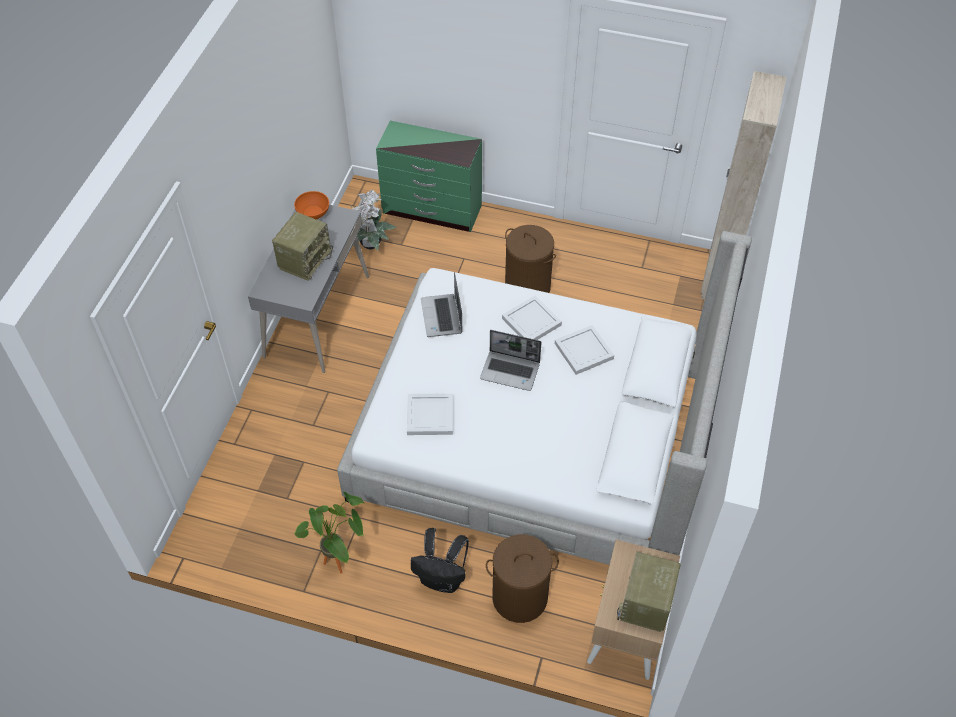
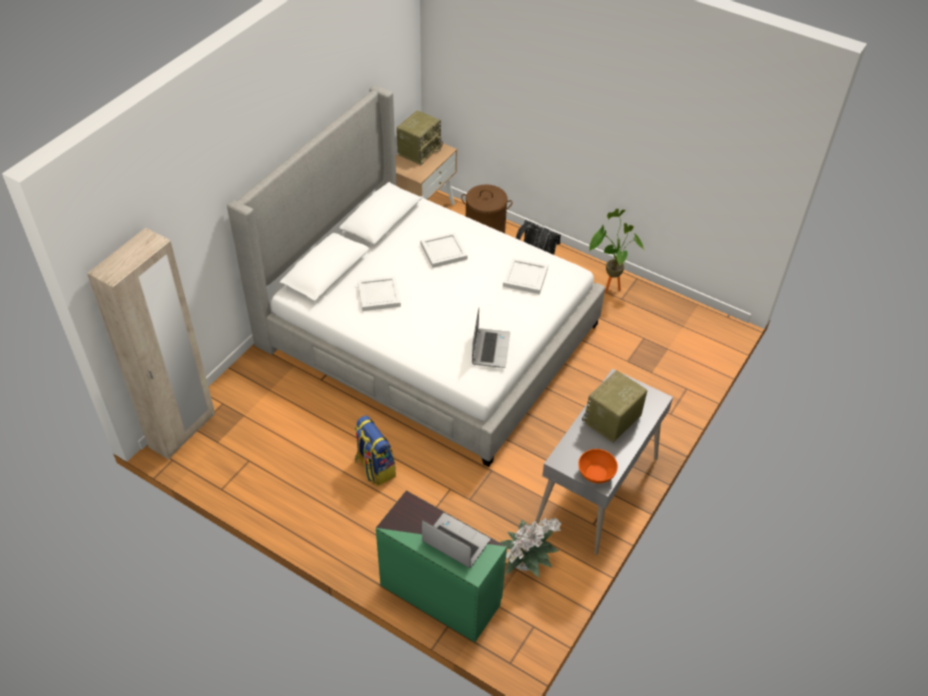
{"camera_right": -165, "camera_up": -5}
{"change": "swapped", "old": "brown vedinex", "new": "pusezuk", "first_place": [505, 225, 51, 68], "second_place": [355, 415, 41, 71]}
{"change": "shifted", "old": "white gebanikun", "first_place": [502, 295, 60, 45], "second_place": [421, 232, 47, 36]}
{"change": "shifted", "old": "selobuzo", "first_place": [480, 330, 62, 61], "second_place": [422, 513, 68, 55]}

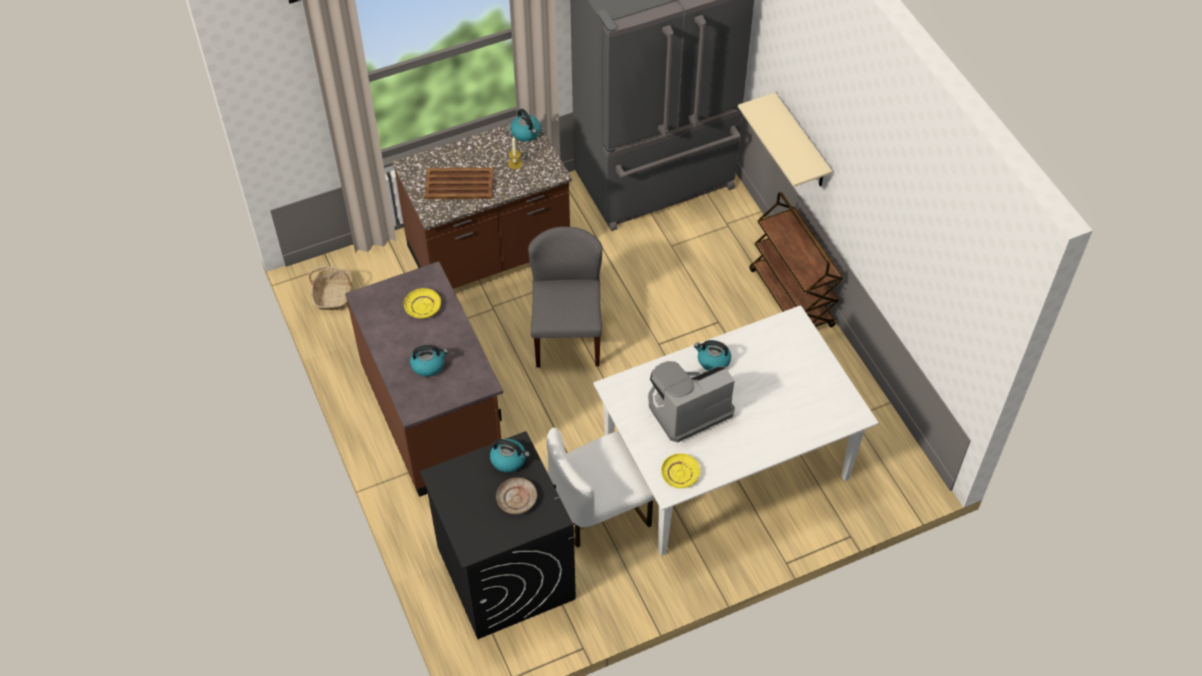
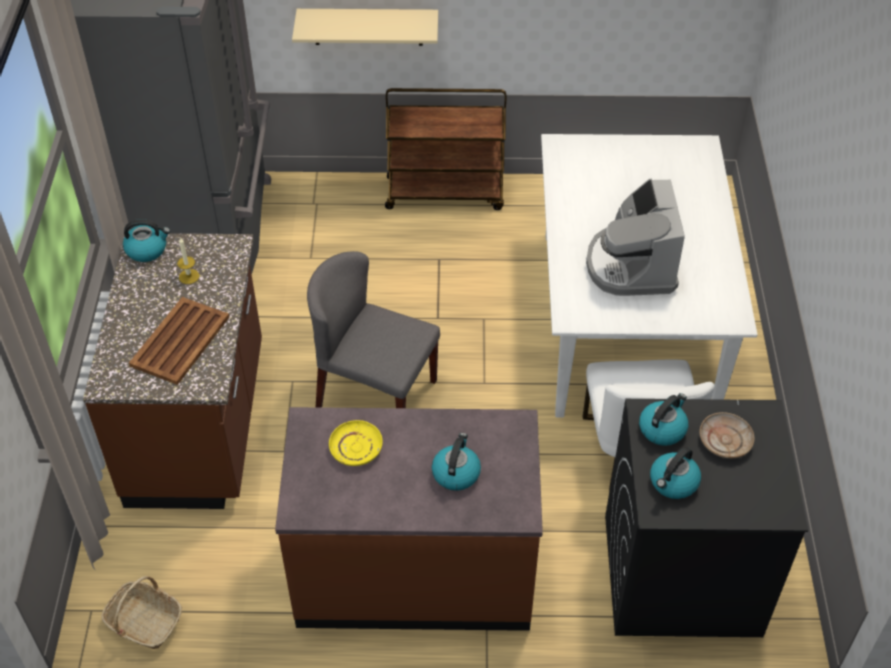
{"camera_right": -65, "camera_up": -5}
{"change": "shifted", "old": "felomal", "first_place": [694, 340, 37, 30], "second_place": [650, 447, 51, 52]}
{"change": "gone", "old": "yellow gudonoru", "first_place": [661, 453, 39, 35]}

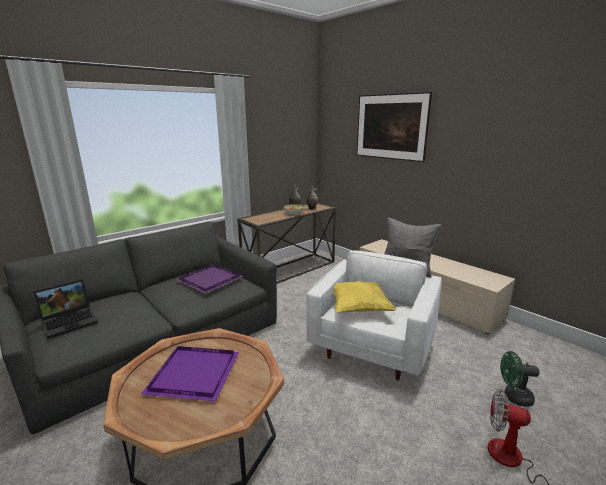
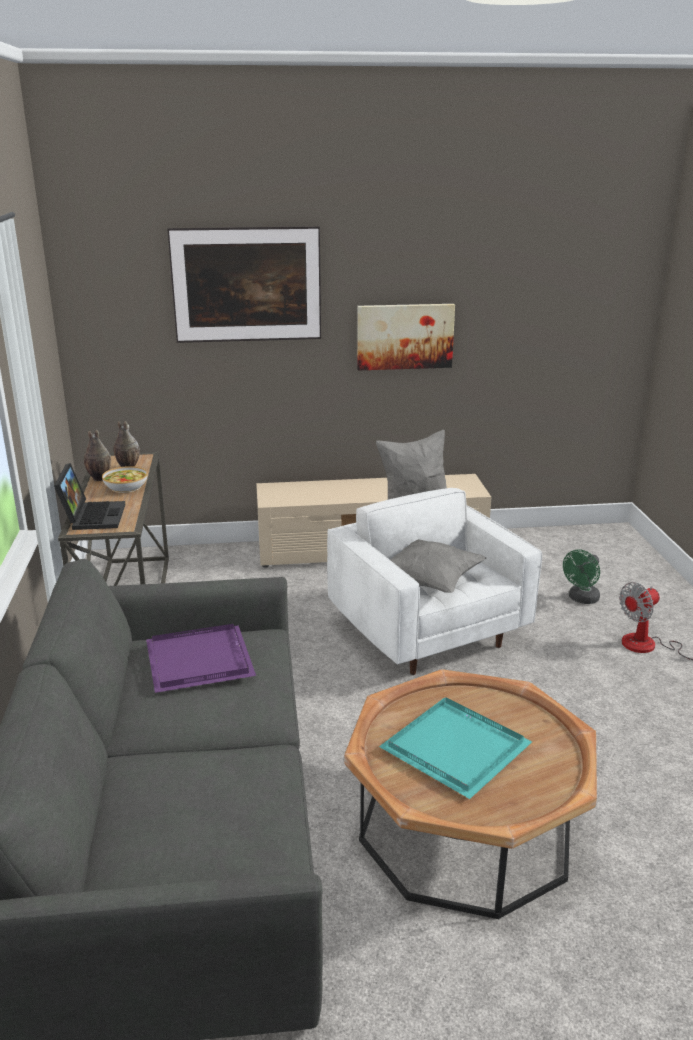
{"camera_right": -55, "camera_up": 5}
{"change": "shifted", "old": "selobuzo", "first_place": [33, 279, 65, 60], "second_place": [54, 463, 71, 67]}
{"change": "repainted", "old": "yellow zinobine", "new": "grey zinobine", "first_place": [333, 281, 64, 32], "second_place": [390, 539, 96, 54]}
{"change": "repainted", "old": "purple gebanikun", "new": "turquoise gebanikun", "first_place": [141, 346, 98, 56], "second_place": [379, 697, 153, 102]}
{"change": "new", "new": "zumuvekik", "second_place": [357, 304, 98, 66]}

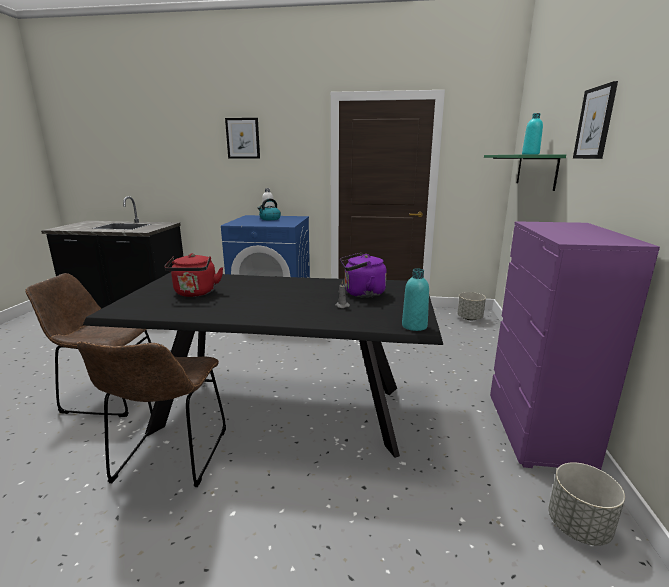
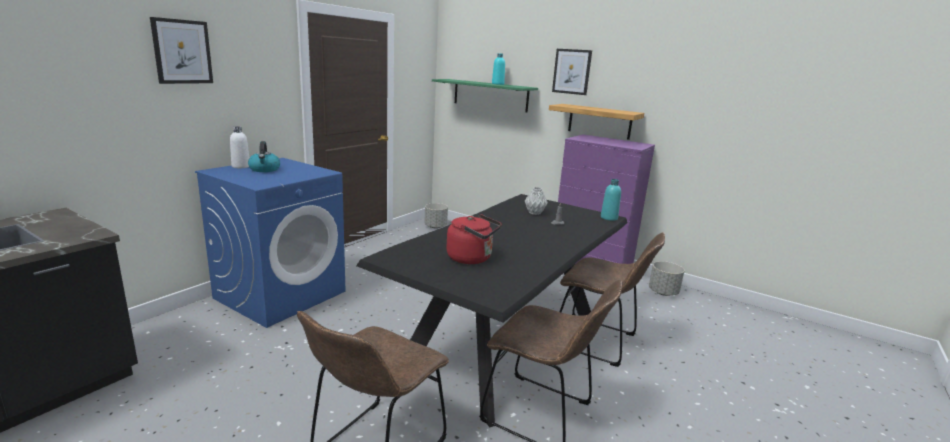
{"camera_right": -65, "camera_up": 0}
{"change": "swapped", "old": "purple felomal", "new": "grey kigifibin", "first_place": [340, 253, 46, 45], "second_place": [525, 187, 23, 28]}
{"change": "new", "new": "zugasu", "second_place": [549, 104, 95, 36]}
{"change": "new", "new": "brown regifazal", "second_place": [559, 233, 106, 134]}

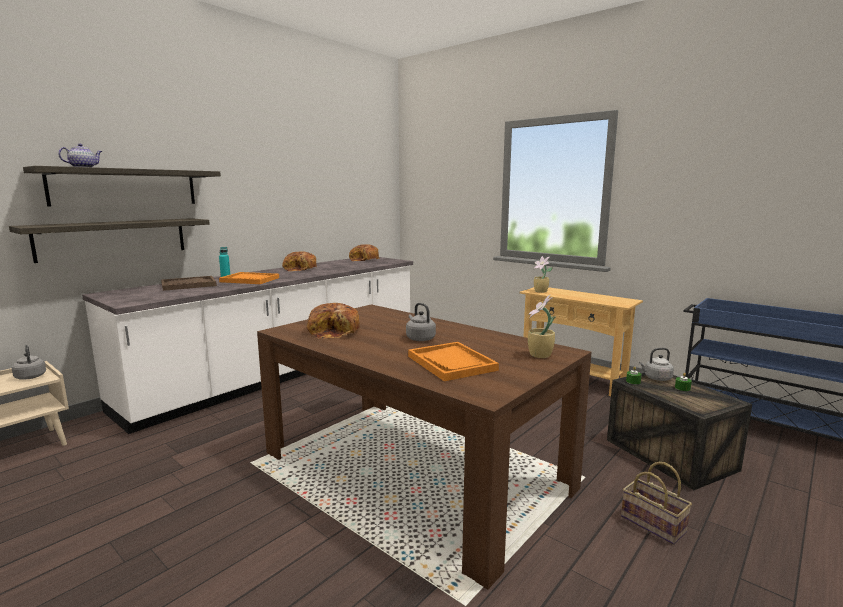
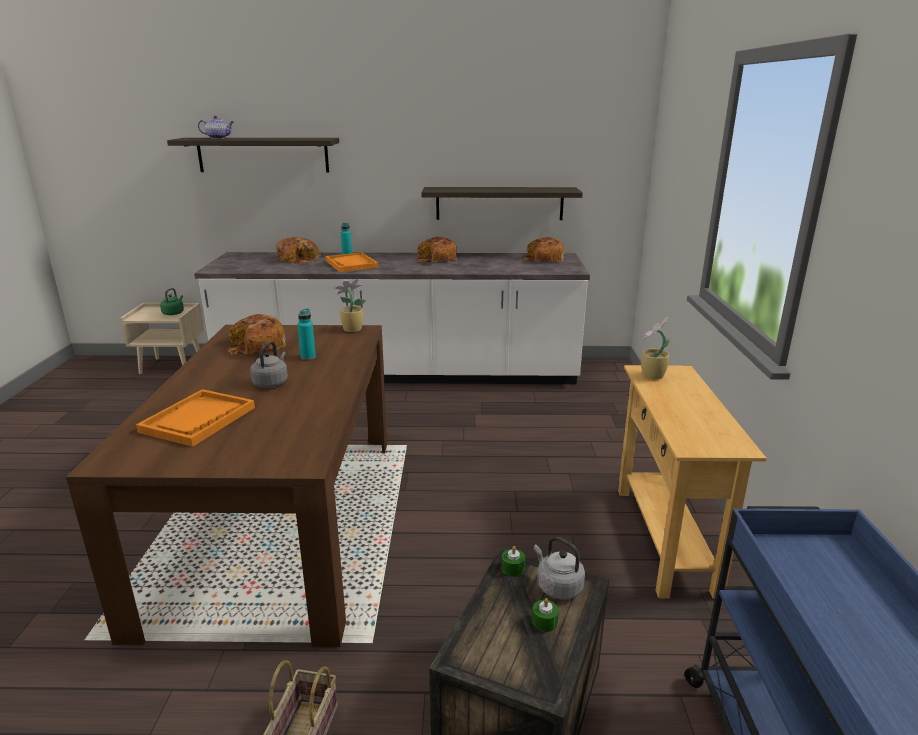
{"camera_right": 50, "camera_up": 10}
{"change": "shifted", "old": "zugasu", "first_place": [9, 218, 201, 45], "second_place": [422, 187, 161, 33]}
{"change": "swapped", "old": "brown gebanikun", "new": "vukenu", "first_place": [161, 276, 56, 15], "second_place": [276, 237, 46, 27]}
{"change": "shifted", "old": "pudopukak", "first_place": [528, 295, 27, 63], "second_place": [334, 279, 32, 53]}
{"change": "repainted", "old": "grey felomal", "new": "green felomal", "first_place": [12, 345, 34, 35], "second_place": [160, 288, 24, 27]}
{"change": "new", "new": "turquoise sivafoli", "second_place": [297, 308, 19, 52]}

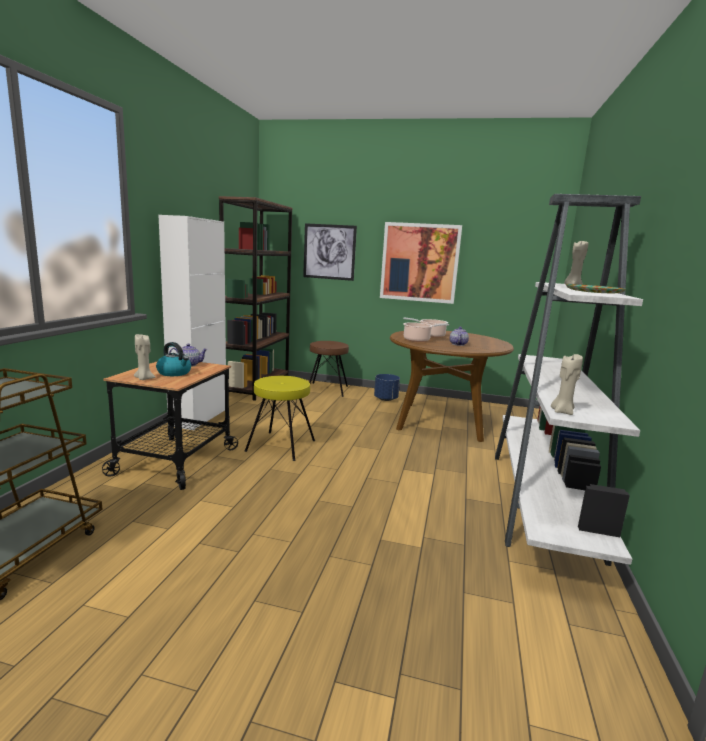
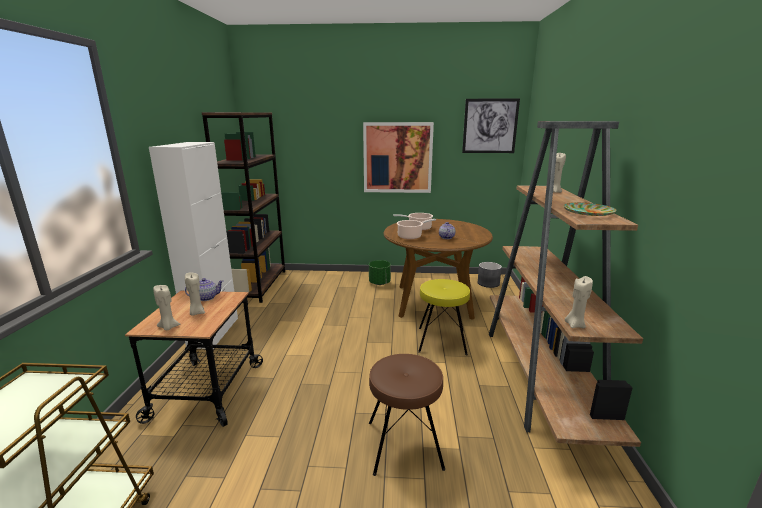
{"camera_right": -10, "camera_up": 5}
{"change": "repainted", "old": "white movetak", "new": "brown movetak", "first_place": [495, 194, 148, 372], "second_place": [489, 121, 154, 326]}
{"change": "shifted", "old": "zumuvekik", "first_place": [303, 223, 54, 58], "second_place": [462, 99, 58, 54]}
{"change": "shifted", "old": "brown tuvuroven", "first_place": [309, 341, 40, 56], "second_place": [369, 354, 76, 122]}
{"change": "swapped", "old": "felomal", "new": "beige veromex", "first_place": [156, 342, 35, 34], "second_place": [185, 273, 20, 43]}
{"change": "repainted", "old": "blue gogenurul", "new": "green gogenurul", "first_place": [374, 374, 26, 27], "second_place": [369, 260, 22, 25]}
{"change": "shifted", "old": "yellow tuvuroven", "first_place": [245, 376, 70, 85], "second_place": [418, 279, 52, 76]}
{"change": "new", "new": "grey gogenurul", "second_place": [478, 262, 24, 26]}

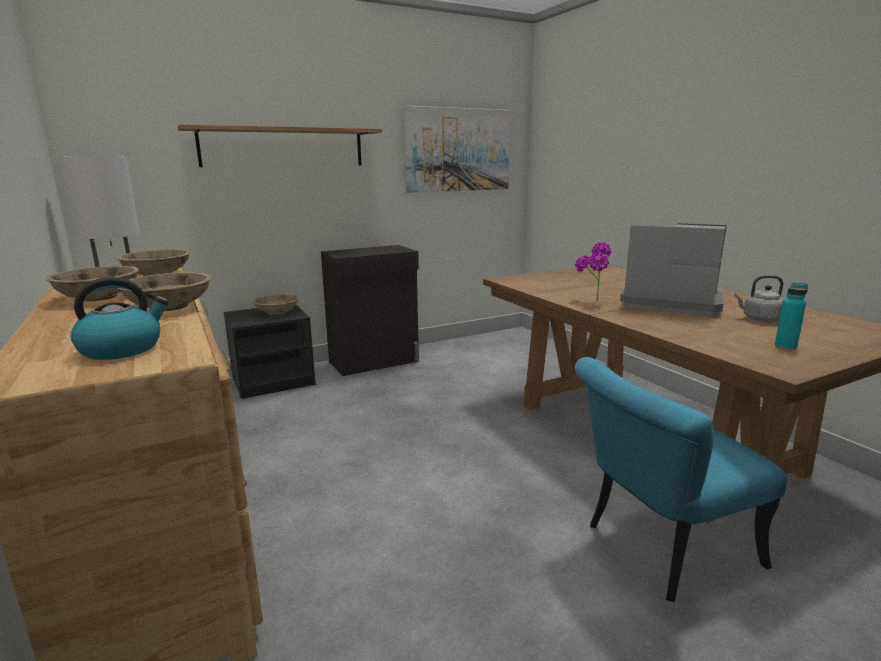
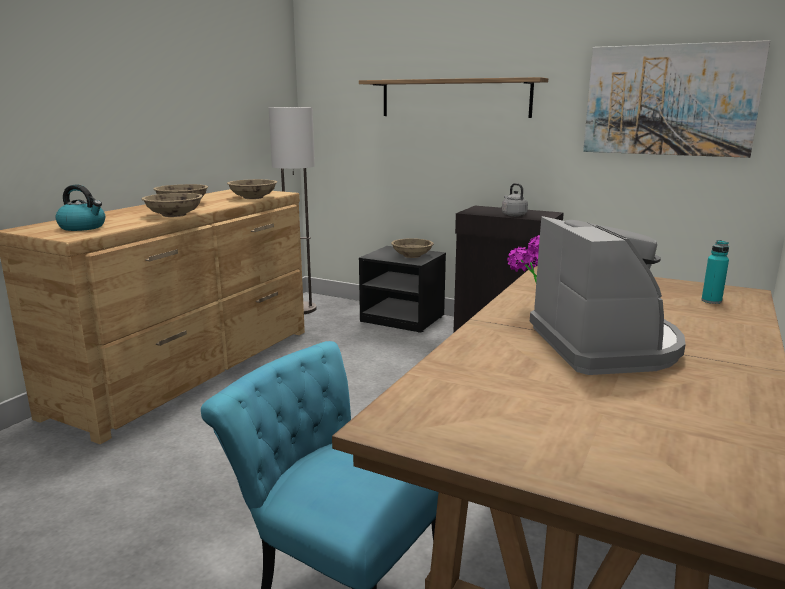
{"camera_right": 55, "camera_up": 0}
{"change": "shifted", "old": "grey felomal", "first_place": [734, 275, 50, 47], "second_place": [502, 183, 26, 33]}
{"change": "shifted", "old": "turquoise sivafoli", "first_place": [775, 282, 33, 68], "second_place": [701, 240, 28, 64]}

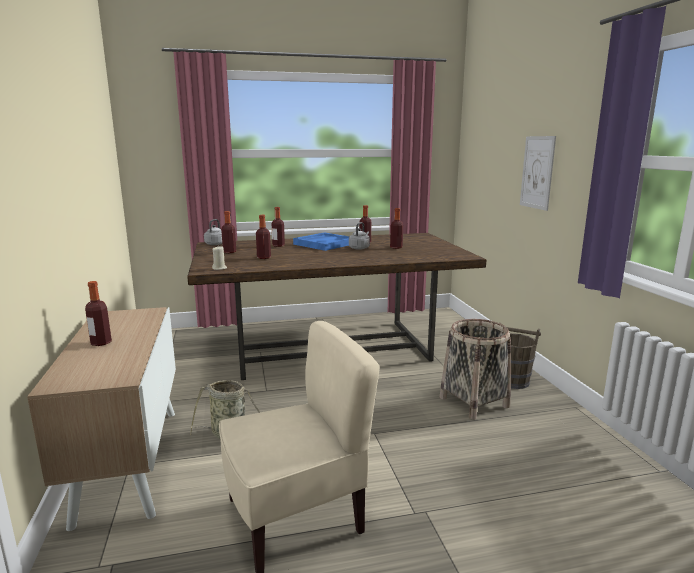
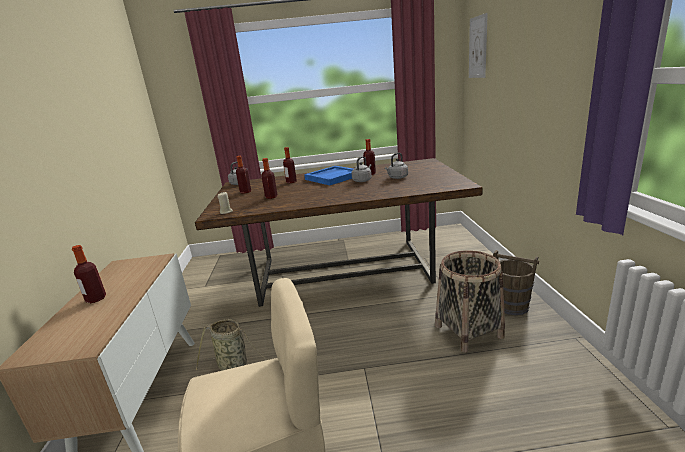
{"camera_right": 10, "camera_up": 5}
{"change": "shifted", "old": "zumuvekik", "first_place": [520, 136, 36, 75], "second_place": [469, 13, 19, 65]}
{"change": "swapped", "old": "sivafoli", "new": "grey felomal", "first_place": [390, 208, 13, 41], "second_place": [385, 153, 23, 26]}

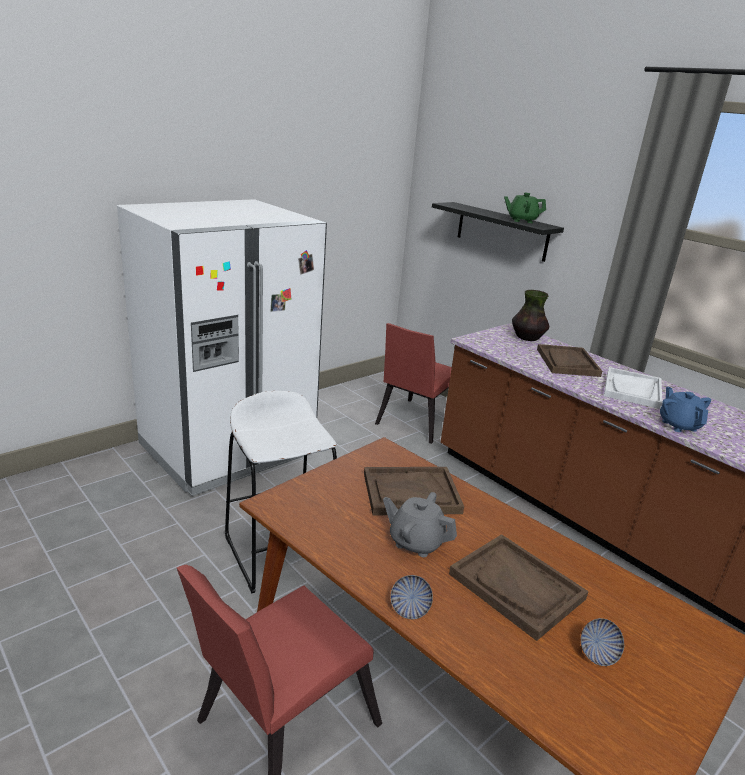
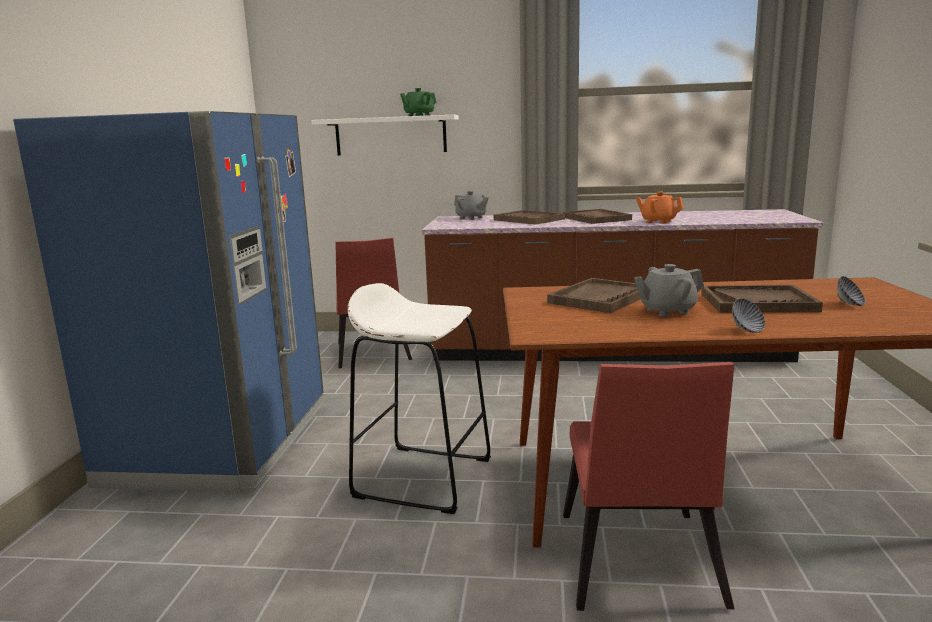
{"camera_right": -40, "camera_up": -10}
{"change": "repainted", "old": "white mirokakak", "new": "blue mirokakak", "first_place": [117, 199, 210, 297], "second_place": [13, 111, 311, 381]}
{"change": "repainted", "old": "black zugasu", "new": "white zugasu", "first_place": [432, 202, 132, 60], "second_place": [312, 115, 147, 40]}
{"change": "swapped", "old": "kigifibin", "new": "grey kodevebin", "first_place": [512, 290, 37, 51], "second_place": [454, 191, 35, 29]}
{"change": "repainted", "old": "white gebanikun", "new": "brown gebanikun", "first_place": [604, 367, 59, 42], "second_place": [563, 209, 69, 15]}
{"change": "repainted", "old": "blue kodevebin", "new": "orange kodevebin", "first_place": [660, 387, 51, 45], "second_place": [635, 192, 49, 32]}

